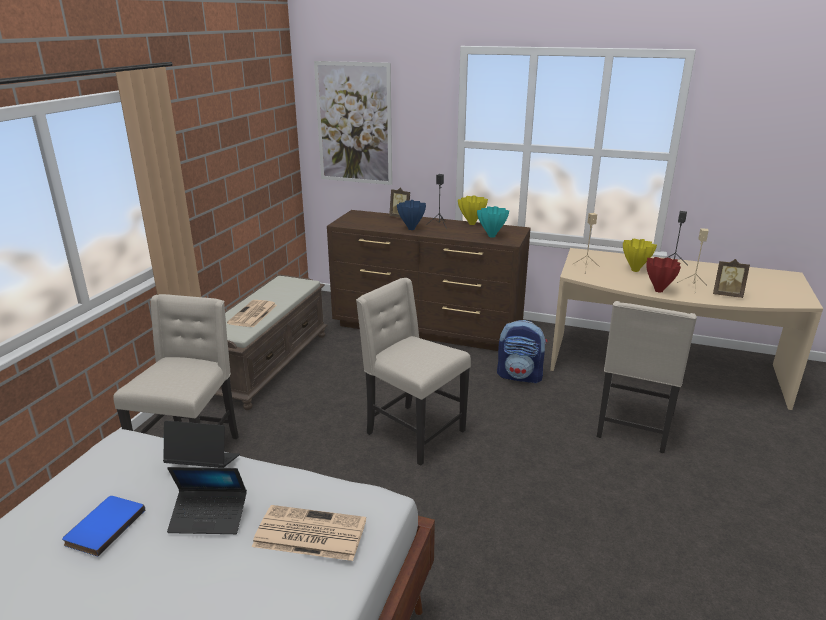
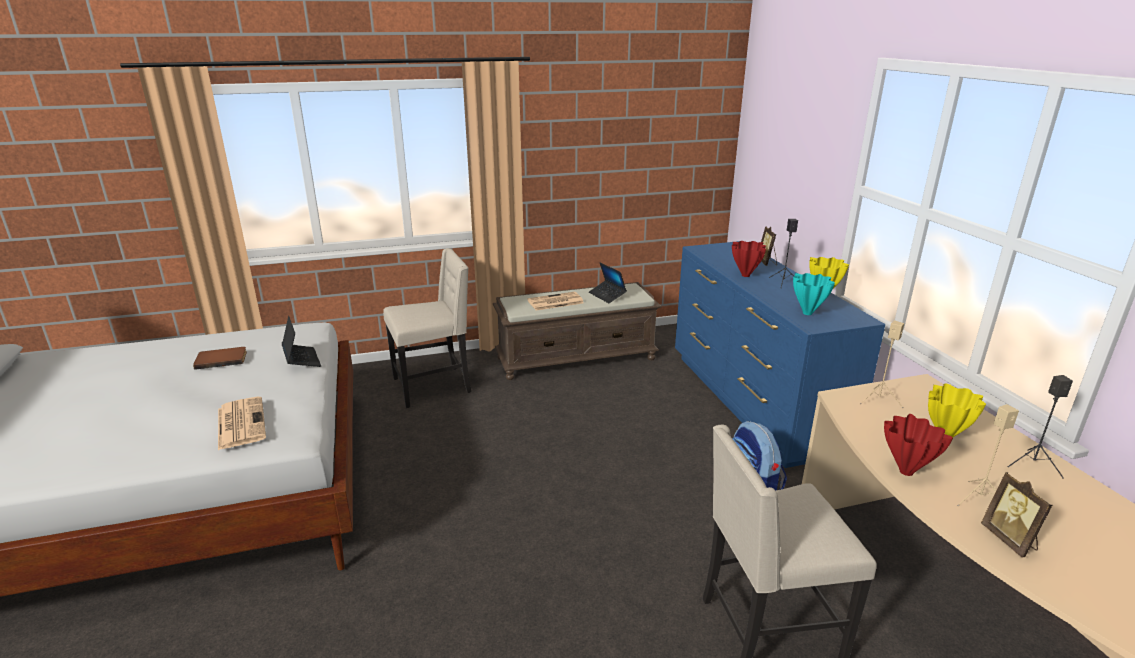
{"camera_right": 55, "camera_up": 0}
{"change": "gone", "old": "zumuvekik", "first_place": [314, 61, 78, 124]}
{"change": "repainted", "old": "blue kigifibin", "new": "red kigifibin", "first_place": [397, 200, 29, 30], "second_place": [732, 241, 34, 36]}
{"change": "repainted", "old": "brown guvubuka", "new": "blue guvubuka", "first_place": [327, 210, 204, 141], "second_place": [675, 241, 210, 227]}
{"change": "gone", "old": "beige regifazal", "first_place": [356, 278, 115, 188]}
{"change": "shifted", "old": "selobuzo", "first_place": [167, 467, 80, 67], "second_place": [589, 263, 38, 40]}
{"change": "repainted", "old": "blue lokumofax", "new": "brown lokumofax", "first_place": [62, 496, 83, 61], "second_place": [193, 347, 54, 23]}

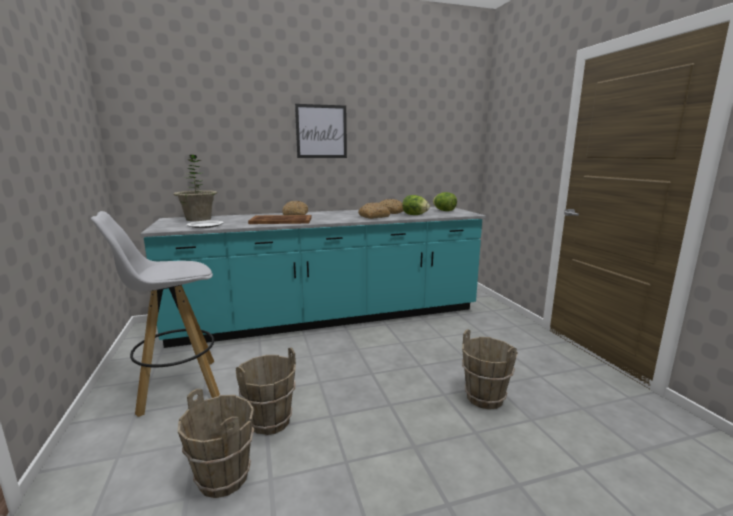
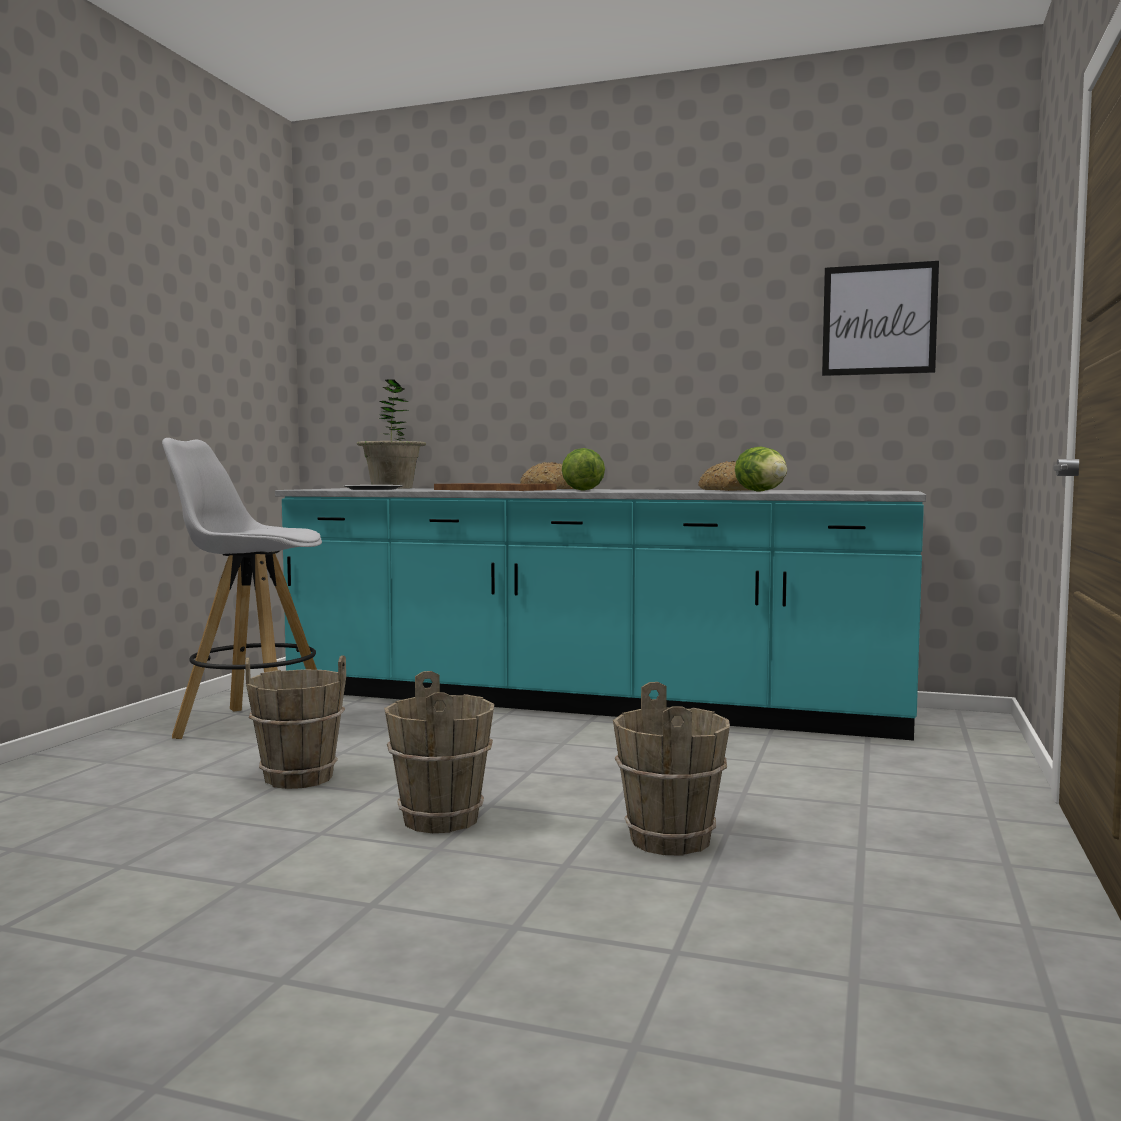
{"camera_right": 35, "camera_up": -10}
{"change": "shifted", "old": "zumuvekik", "first_place": [295, 104, 52, 54], "second_place": [822, 261, 117, 115]}
{"change": "shifted", "old": "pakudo", "first_place": [433, 192, 24, 19], "second_place": [562, 448, 43, 43]}
{"change": "gone", "old": "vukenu", "first_place": [358, 202, 32, 17]}
{"change": "shifted", "old": "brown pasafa", "first_place": [178, 389, 76, 109], "second_place": [384, 671, 110, 162]}

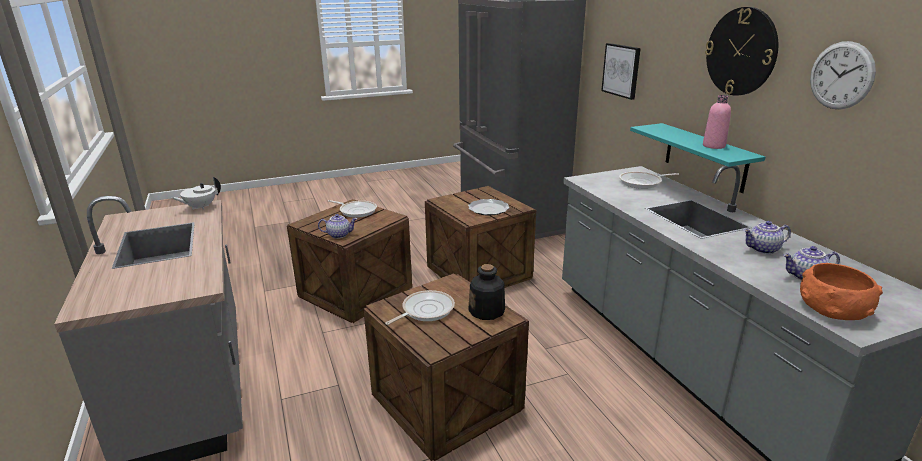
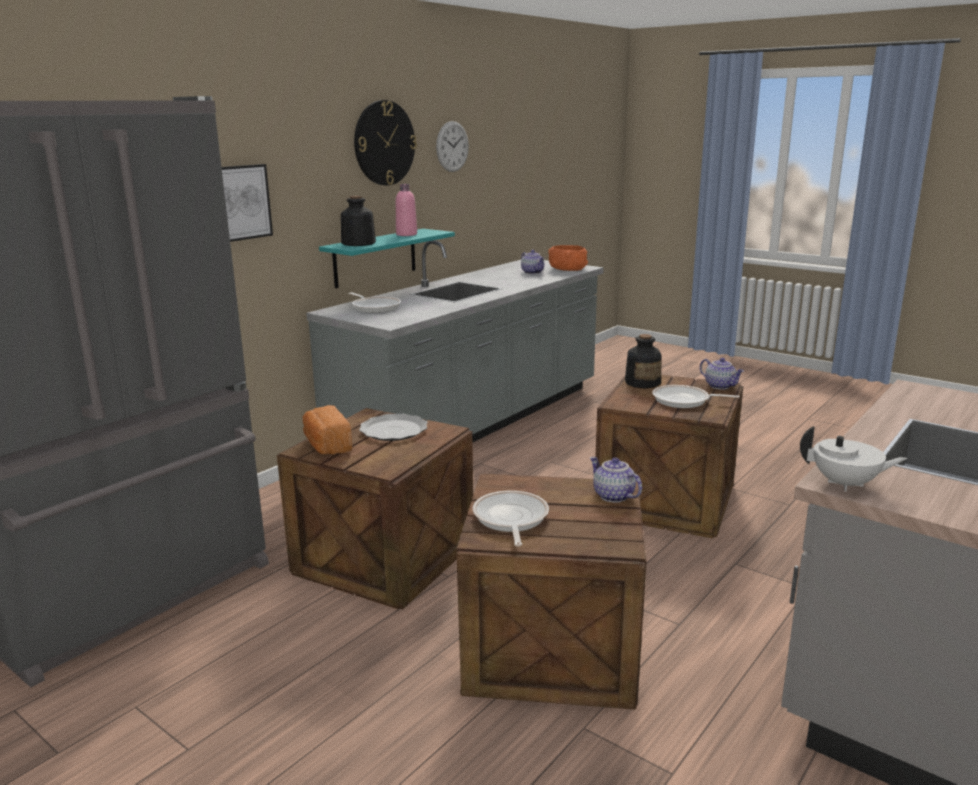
{"camera_right": -120, "camera_up": -5}
{"change": "shifted", "old": "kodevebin", "first_place": [743, 221, 48, 33], "second_place": [700, 358, 44, 32]}
{"change": "new", "new": "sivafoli", "second_place": [341, 196, 35, 50]}
{"change": "new", "new": "vukenu", "second_place": [303, 405, 49, 49]}

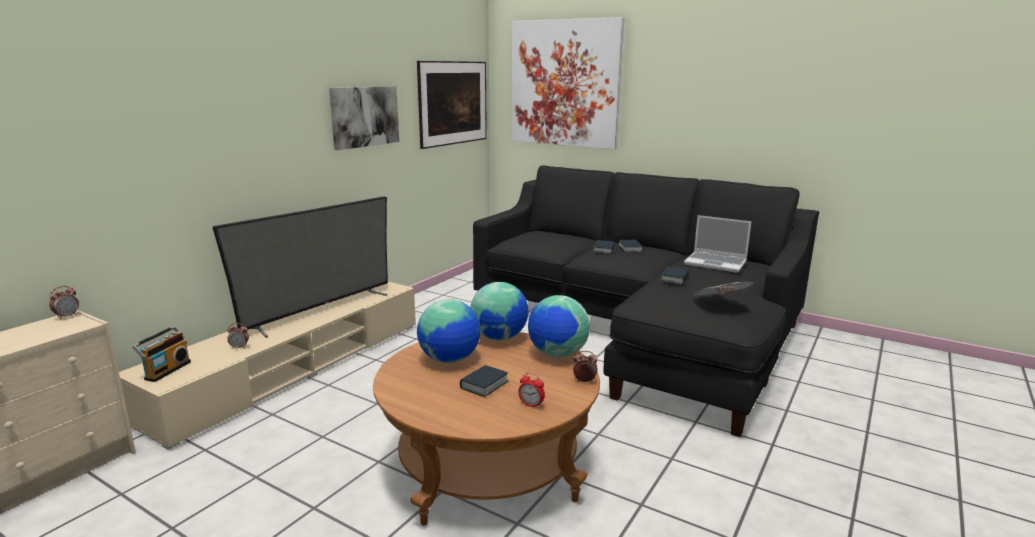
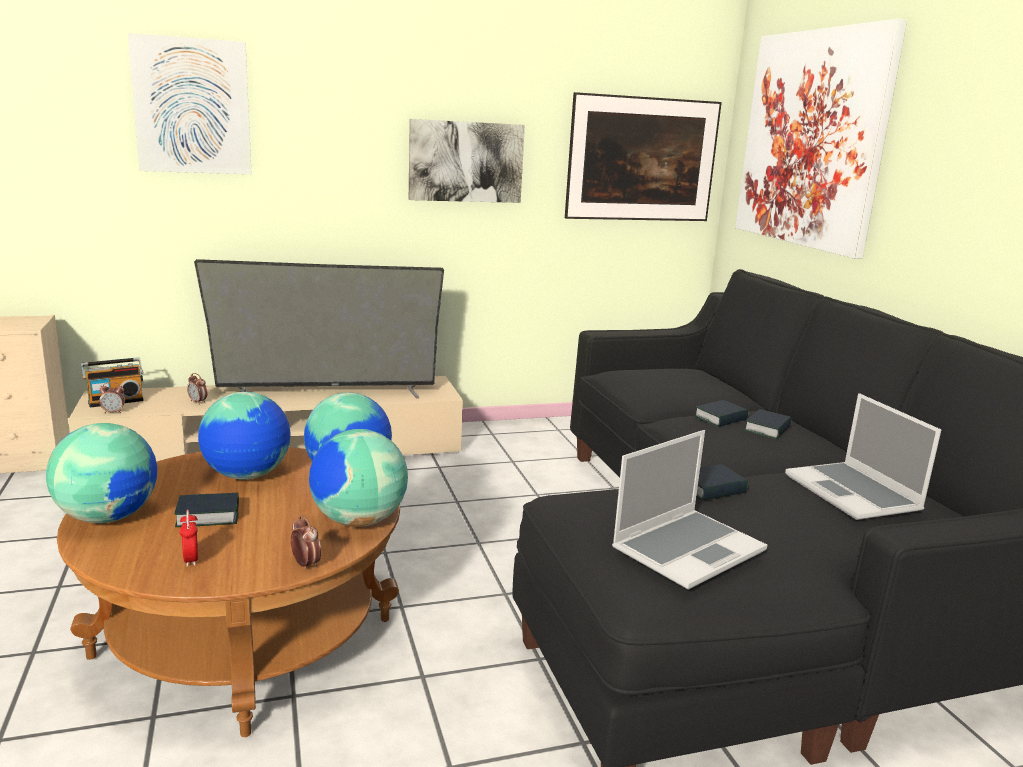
{"camera_right": 40, "camera_up": 0}
{"change": "swapped", "old": "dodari", "new": "selobuzo", "first_place": [694, 281, 60, 14], "second_place": [612, 430, 155, 160]}
{"change": "shifted", "old": "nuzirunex", "first_place": [49, 286, 30, 33], "second_place": [99, 382, 26, 32]}
{"change": "new", "new": "zumuvekik", "second_place": [128, 33, 123, 141]}
{"change": "new", "new": "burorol", "second_place": [46, 423, 111, 100]}

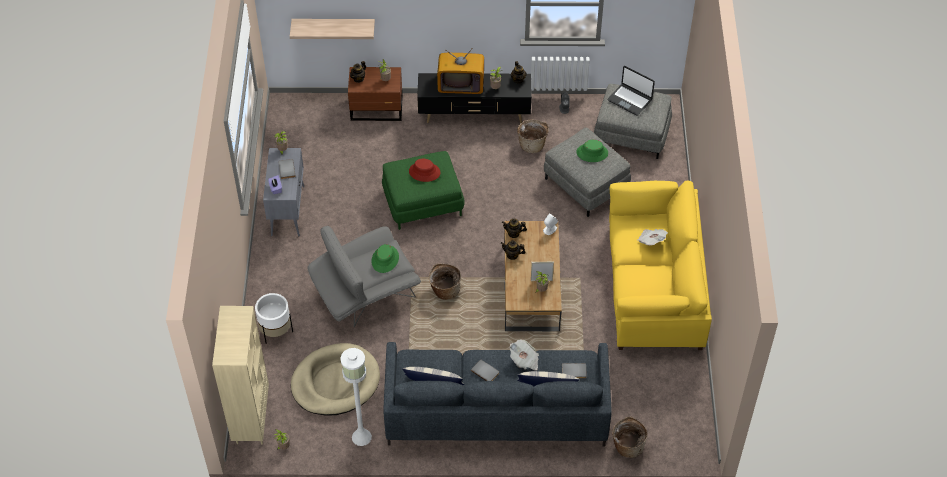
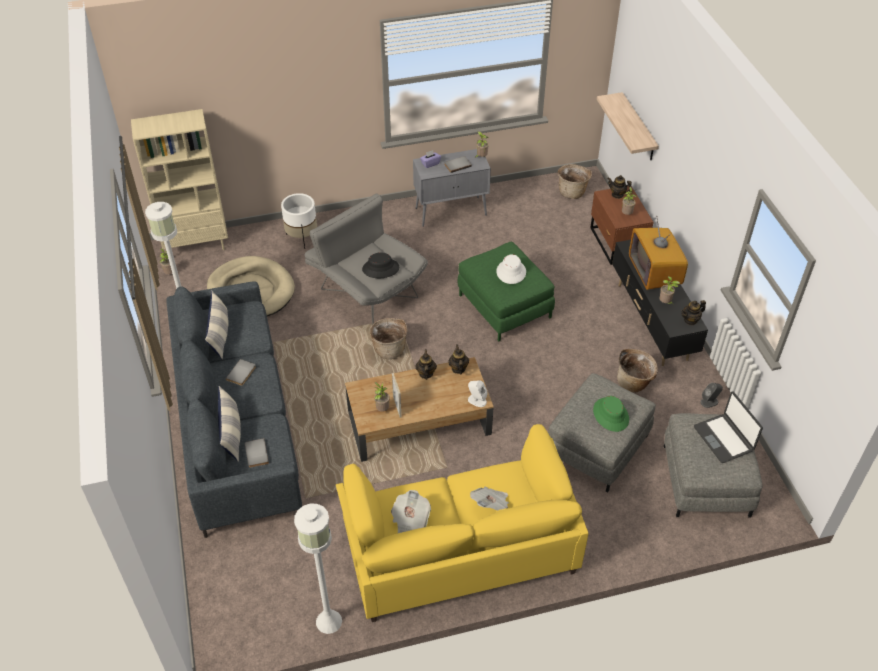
{"camera_right": 75, "camera_up": -5}
{"change": "rotated", "old": "selobuzo", "first_place": [608, 66, 47, 50], "second_place": [694, 391, 69, 72], "degrees": -45}
{"change": "repainted", "old": "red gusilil", "new": "white gusilil", "first_place": [409, 159, 31, 23], "second_place": [496, 254, 30, 30]}
{"change": "repainted", "old": "green gusilil", "new": "black gusilil", "first_place": [371, 244, 28, 29], "second_place": [362, 252, 37, 26]}
{"change": "shifted", "old": "dodari", "first_place": [510, 340, 29, 30], "second_place": [391, 490, 40, 43]}
{"change": "shifted", "old": "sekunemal", "first_place": [612, 417, 36, 41], "second_place": [557, 164, 35, 35]}
{"change": "new", "new": "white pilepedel", "second_place": [294, 503, 48, 131]}

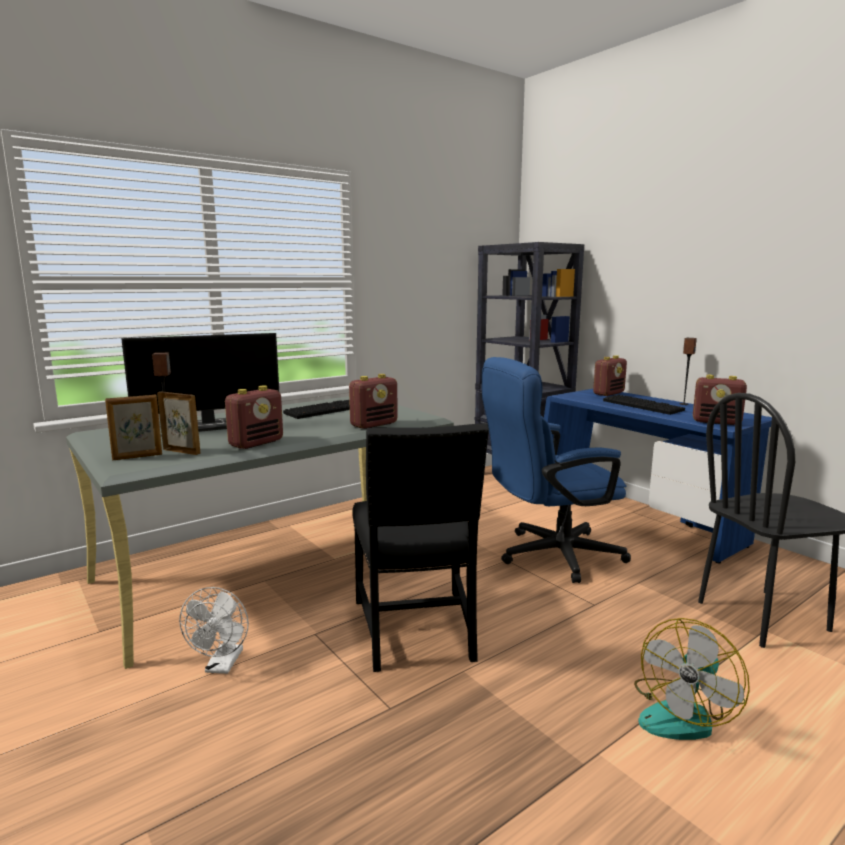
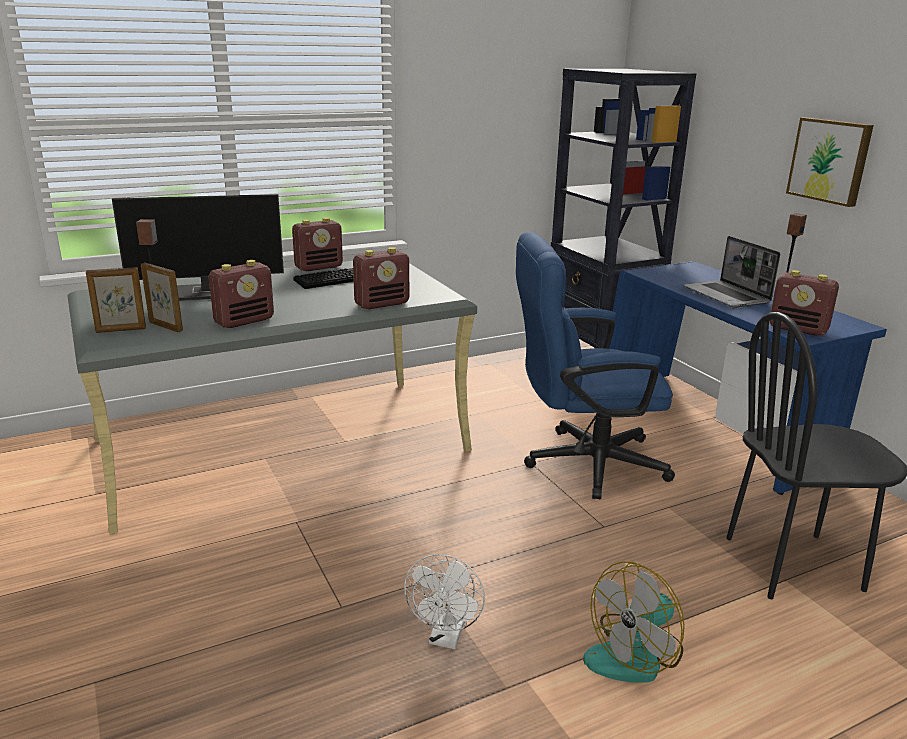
{"camera_right": 10, "camera_up": 10}
{"change": "shifted", "old": "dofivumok", "first_place": [593, 355, 34, 41], "second_place": [292, 217, 51, 54]}
{"change": "swapped", "old": "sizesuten", "new": "selobuzo", "first_place": [603, 394, 82, 21], "second_place": [684, 236, 96, 72]}
{"change": "gone", "old": "black regifazal", "first_place": [352, 423, 137, 249]}
{"change": "shifted", "old": "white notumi", "first_place": [179, 587, 70, 87], "second_place": [404, 554, 81, 95]}
{"change": "new", "new": "zumuvekik", "second_place": [786, 117, 88, 90]}

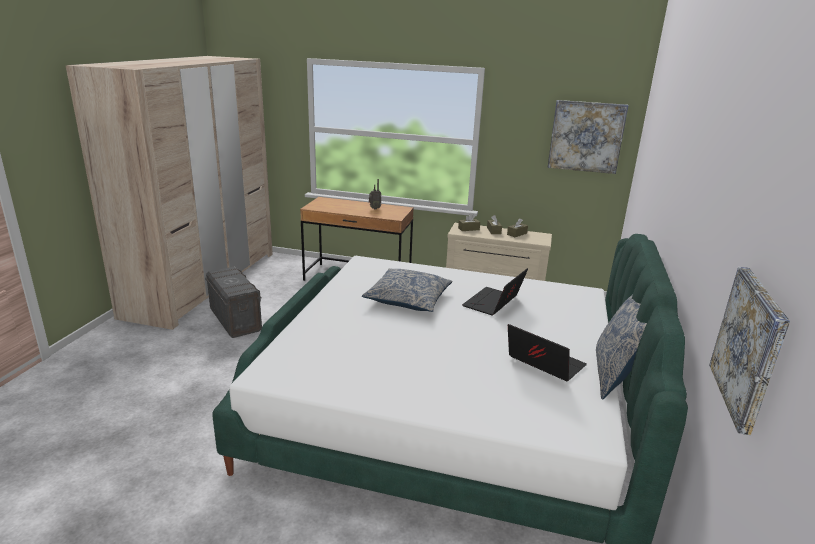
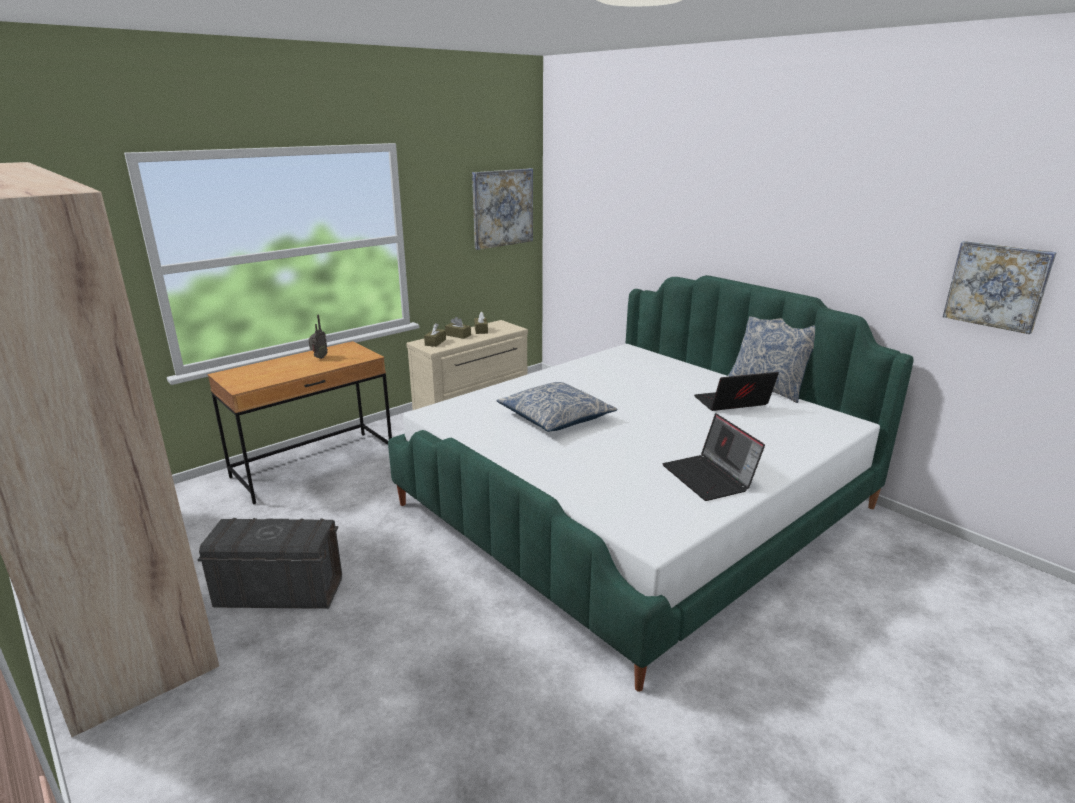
{"camera_right": -55, "camera_up": 0}
{"change": "shifted", "old": "selobuzo", "first_place": [462, 268, 66, 47], "second_place": [663, 413, 102, 88]}

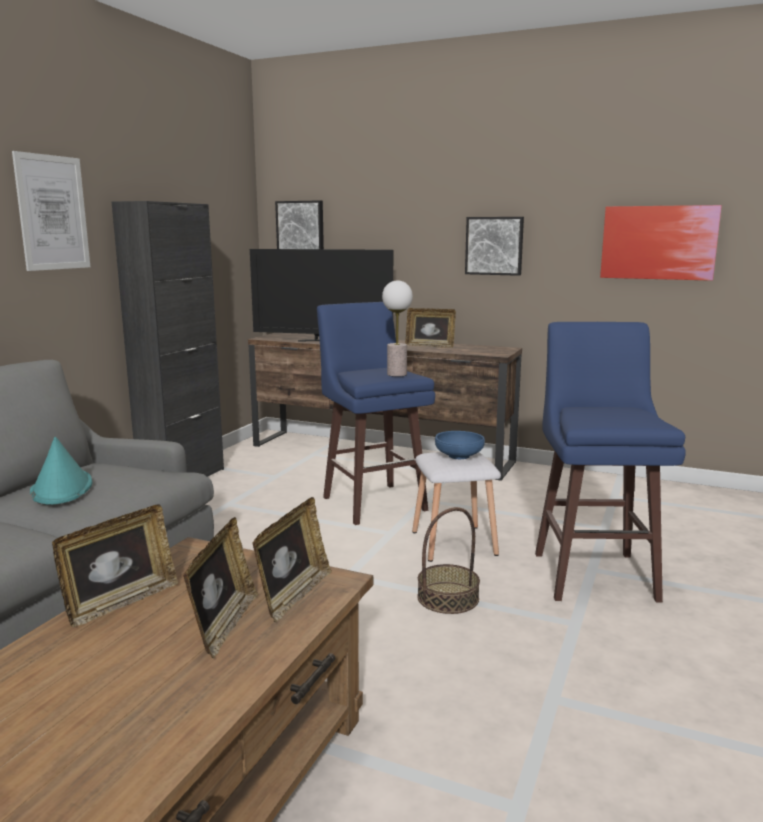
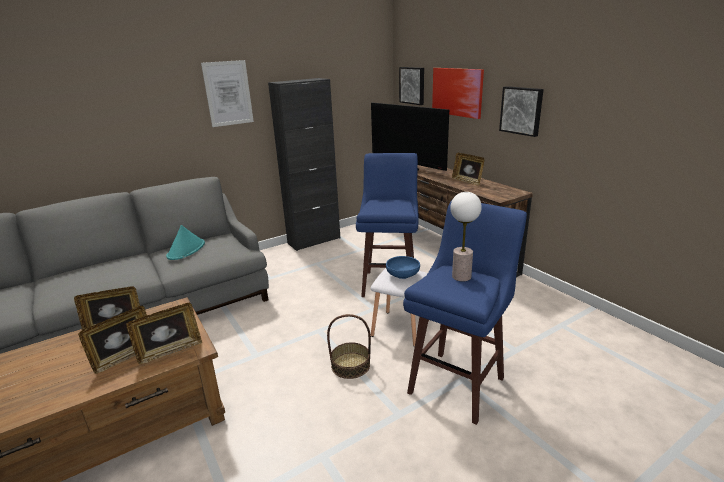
{"camera_right": 35, "camera_up": 10}
{"change": "shifted", "old": "zumuvekik", "first_place": [600, 205, 122, 76], "second_place": [432, 68, 52, 51]}
{"change": "shifted", "old": "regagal", "first_place": [382, 280, 31, 97], "second_place": [450, 192, 32, 90]}

